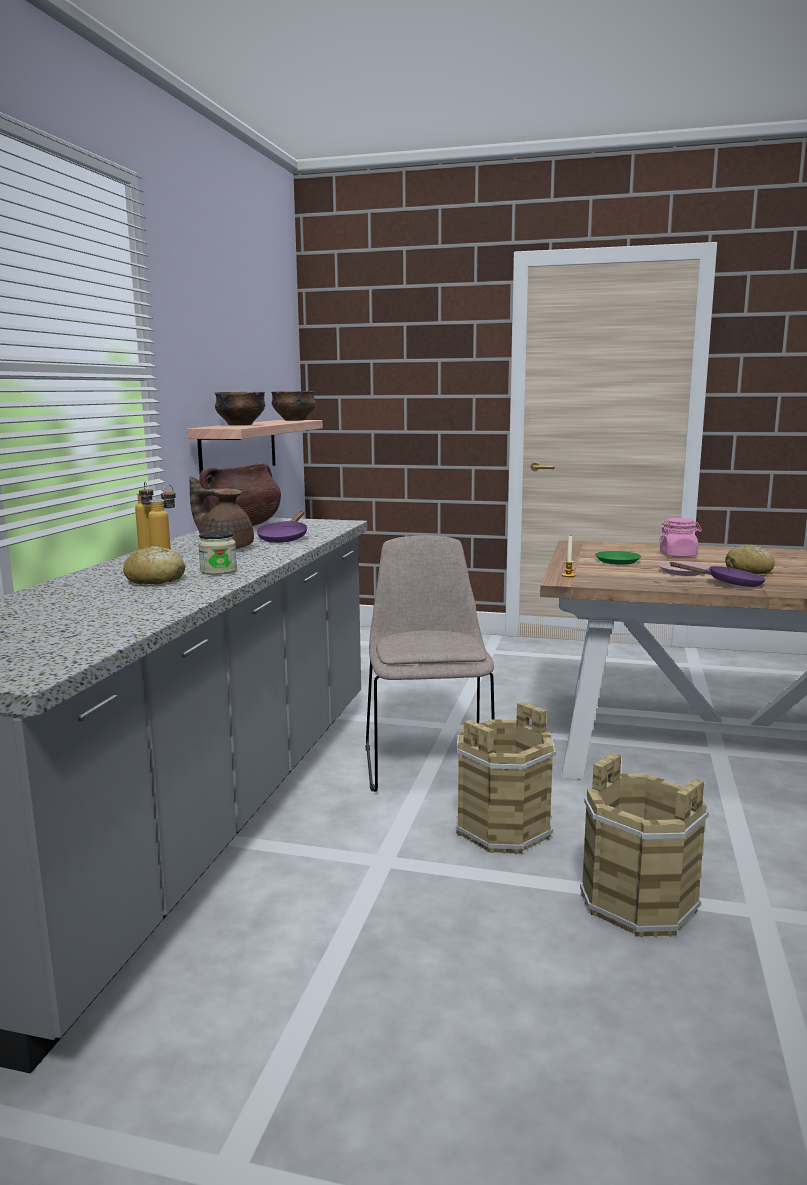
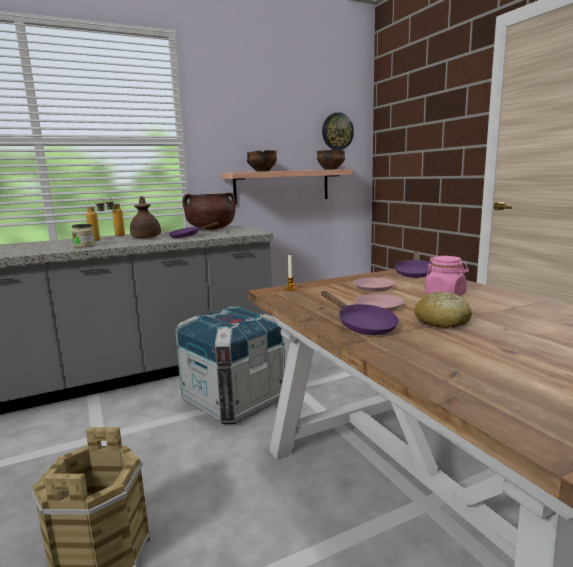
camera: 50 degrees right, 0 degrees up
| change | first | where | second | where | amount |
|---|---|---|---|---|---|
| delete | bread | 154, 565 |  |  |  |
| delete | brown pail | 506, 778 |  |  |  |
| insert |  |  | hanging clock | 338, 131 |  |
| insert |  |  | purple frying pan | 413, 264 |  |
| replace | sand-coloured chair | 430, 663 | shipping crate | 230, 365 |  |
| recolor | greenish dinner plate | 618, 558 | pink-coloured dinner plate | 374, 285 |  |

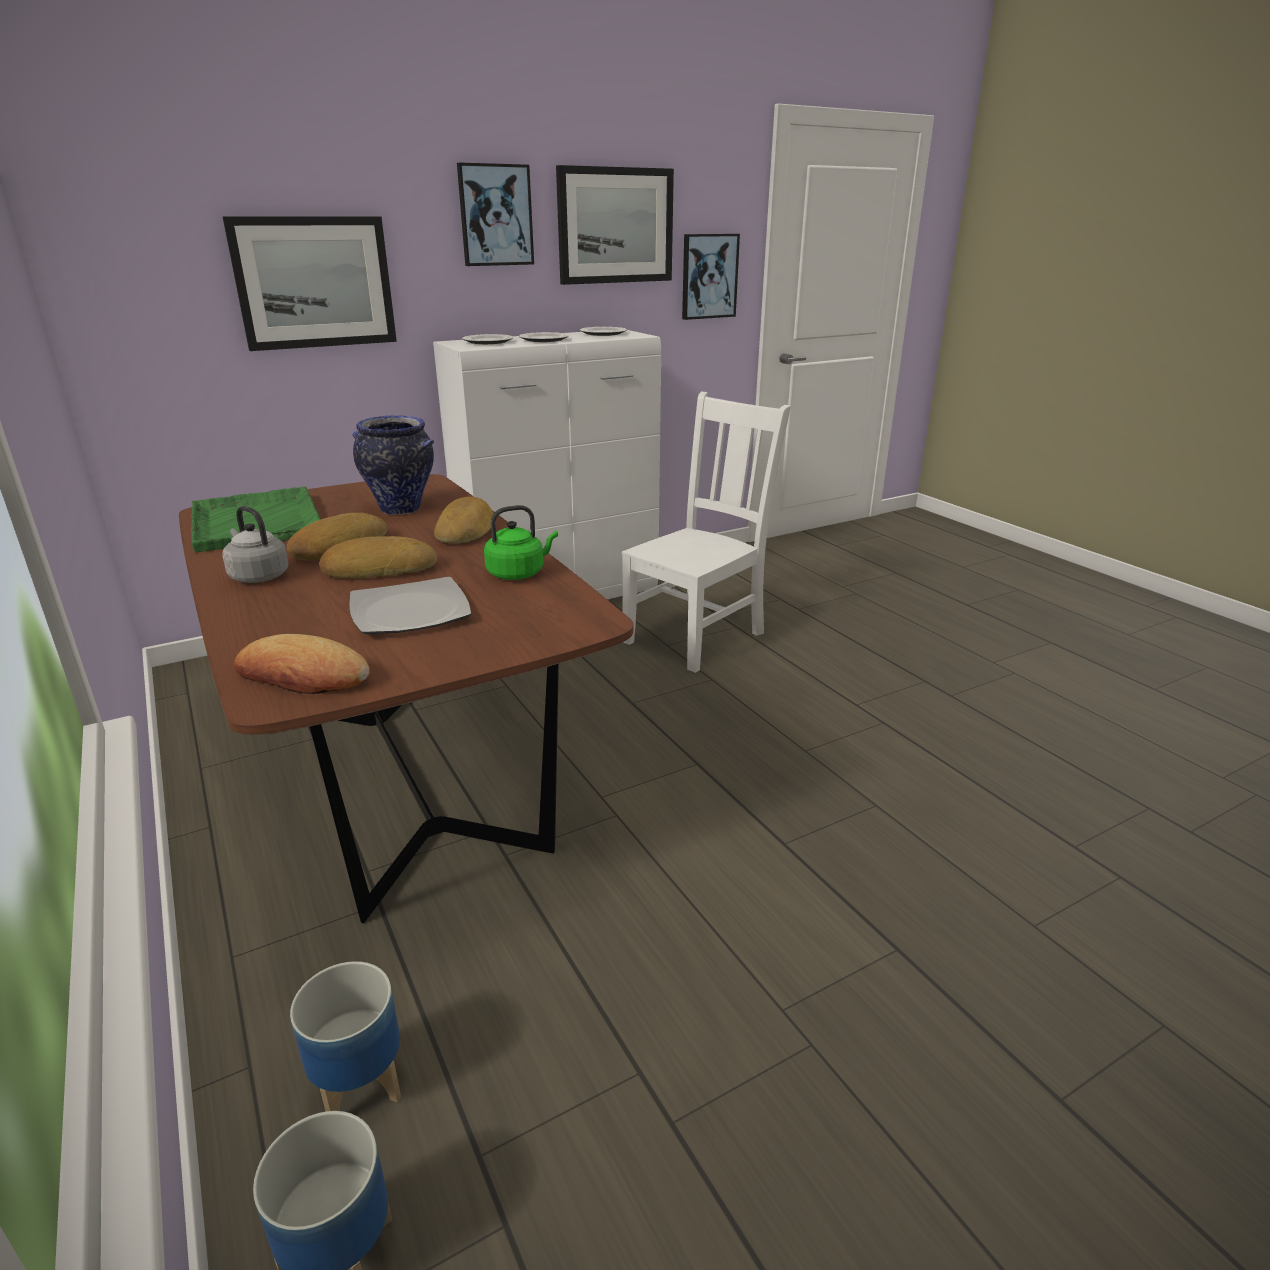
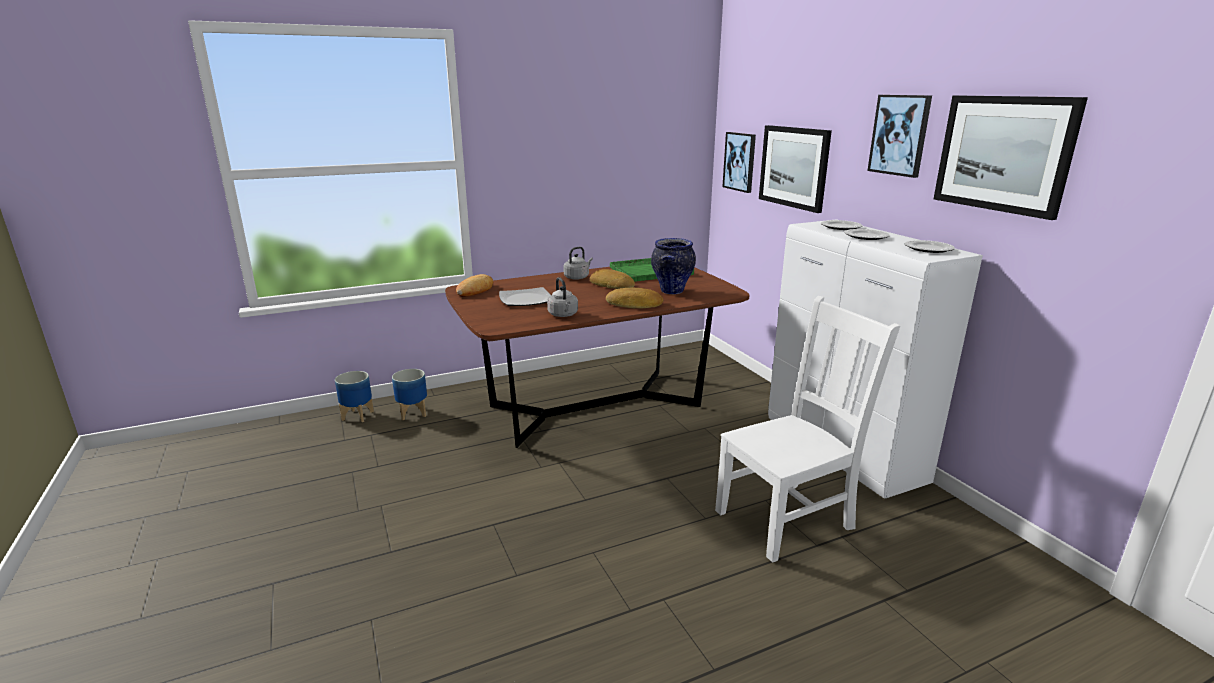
camera: 95 degrees right, 5 degrees down
| change | first | where | second | where | amount |
|---|---|---|---|---|---|
| delete | bread | 378, 557 |  |  |  |
| move | picture | 711, 277 |  | 739, 162 |  |
| recolor | greenish kettle | 521, 542 | grey kettle | 562, 297 |  |
| rotate | whitish chair | 706, 532 |  | 807, 429 | 75 degrees counterclockwise |

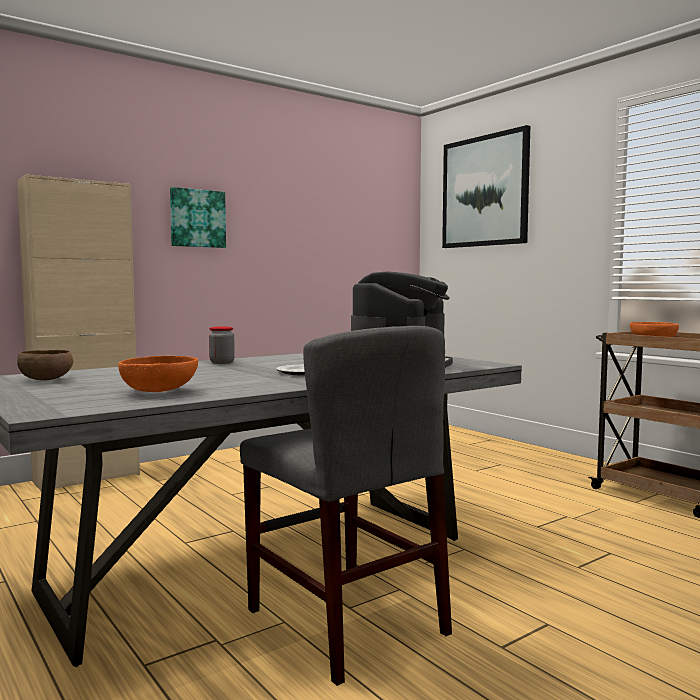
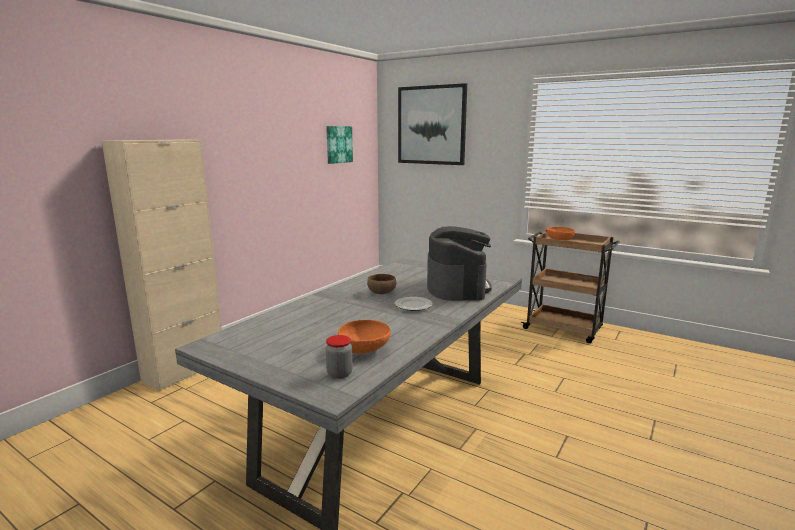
camera: 20 degrees left, 10 degrees up
| change | first | where | second | where | amount |
|---|---|---|---|---|---|
| delete | grey chair | 346, 506 |  |  |  |
| move | brown serving bowl | 45, 365 |  | 381, 284 |  |
| move | picture | 198, 217 |  | 339, 145 |  |
| move | jar | 222, 345 |  | 339, 357 |  |

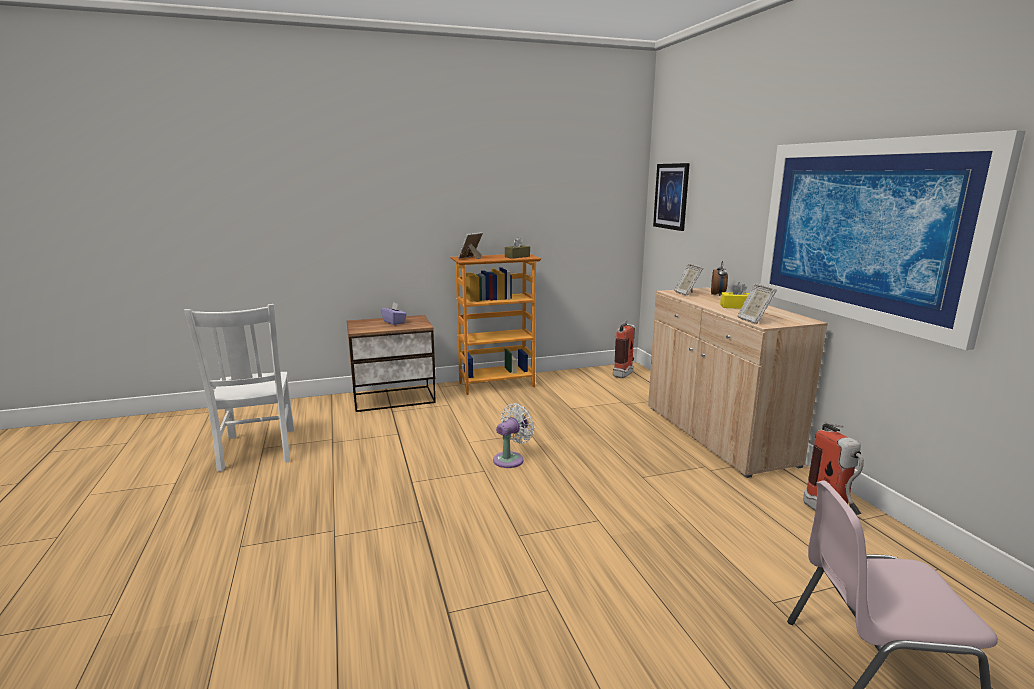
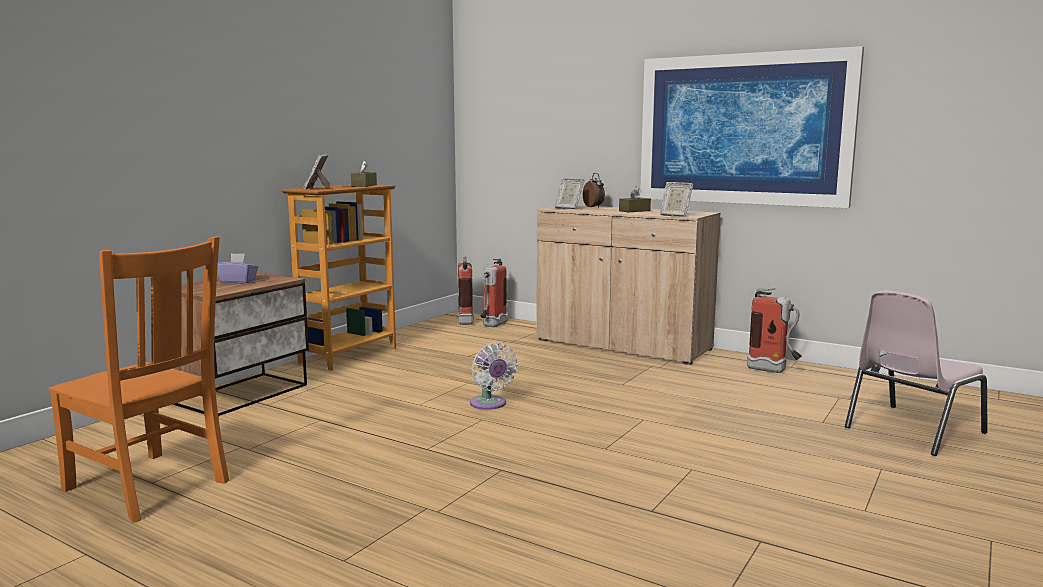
camera: 40 degrees left, 5 degrees down
| change | first | where | second | where | amount |
|---|---|---|---|---|---|
| delete | picture | 671, 197 |  |  |  |
| insert |  |  | fire extinguisher | 494, 292 |  |
| recolor | whitish chair | 239, 388 | orange-coloured chair | 138, 379 |  |
| recolor | yellow tissue holder | 734, 295 | brown tissue holder | 635, 199 |  |
| rotate | whitish electric fan | 514, 435 |  | 494, 376 | 150 degrees clockwise |

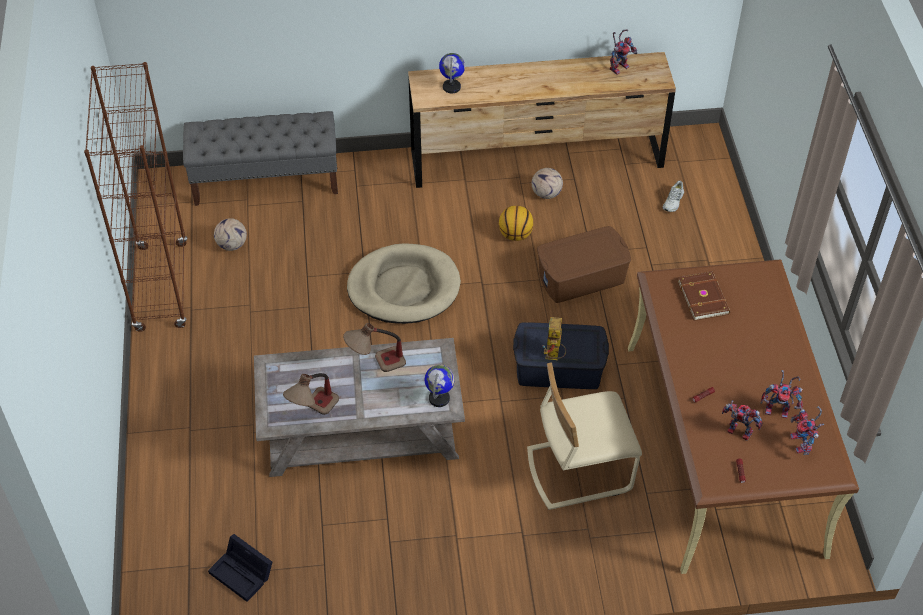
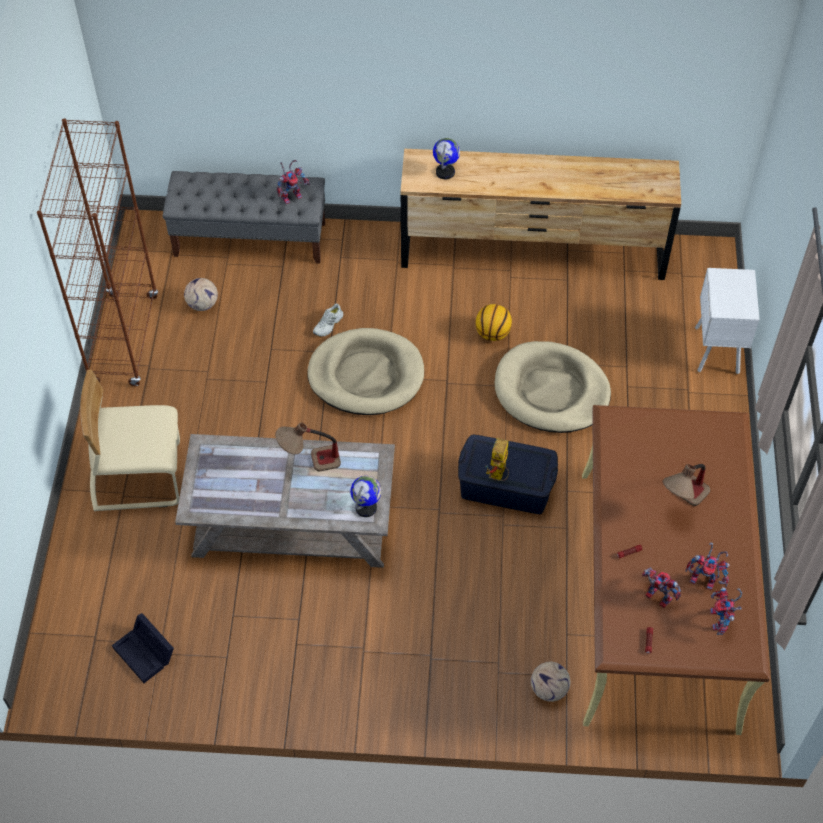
camera: 10 degrees right, 5 degrees up
| change | first | where | second | where | amount |
|---|---|---|---|---|---|
| delete | brown book | 704, 296 |  |  |  |
| insert |  |  | whitish nightstand | 727, 321 |  |
| move | lamp for a table | 311, 394 |  | 686, 485 |  |
| move | sand-coloured chair | 584, 436 |  | 130, 440 |  |
| move | football ball | 547, 183 |  | 550, 682 |  |
| move | model robot | 623, 52 |  | 293, 182 |  |
| move | whitish shoe | 673, 196 |  | 328, 320 |  |
| replace | brown storage box | 584, 264 | sand-coloured dog cushion | 553, 387 |  |

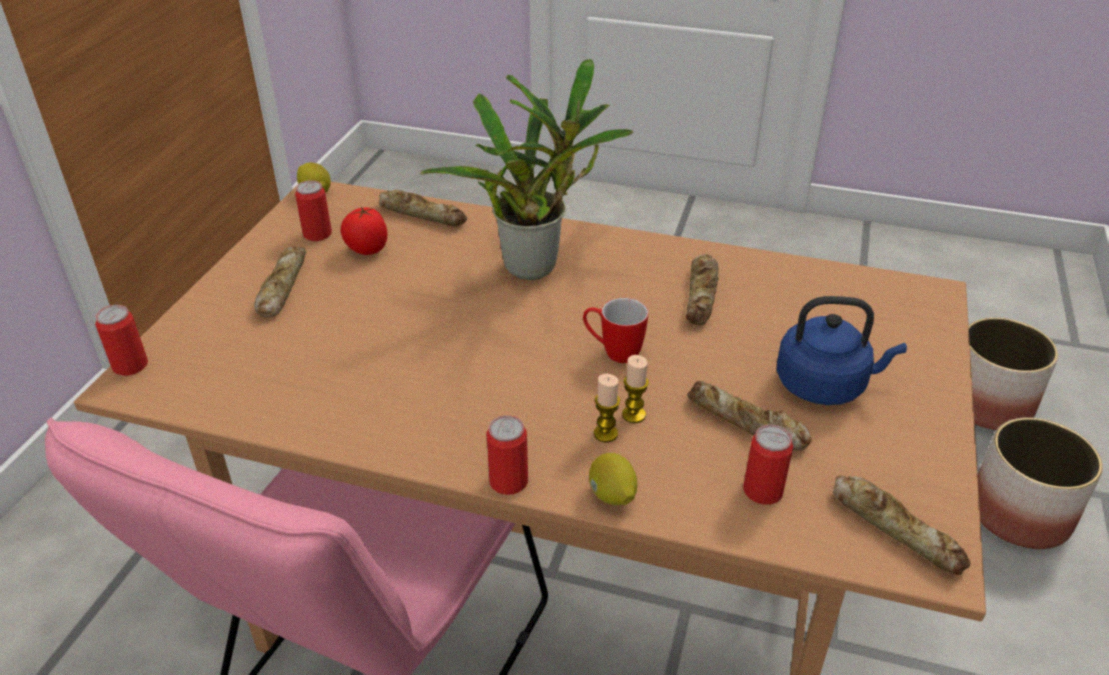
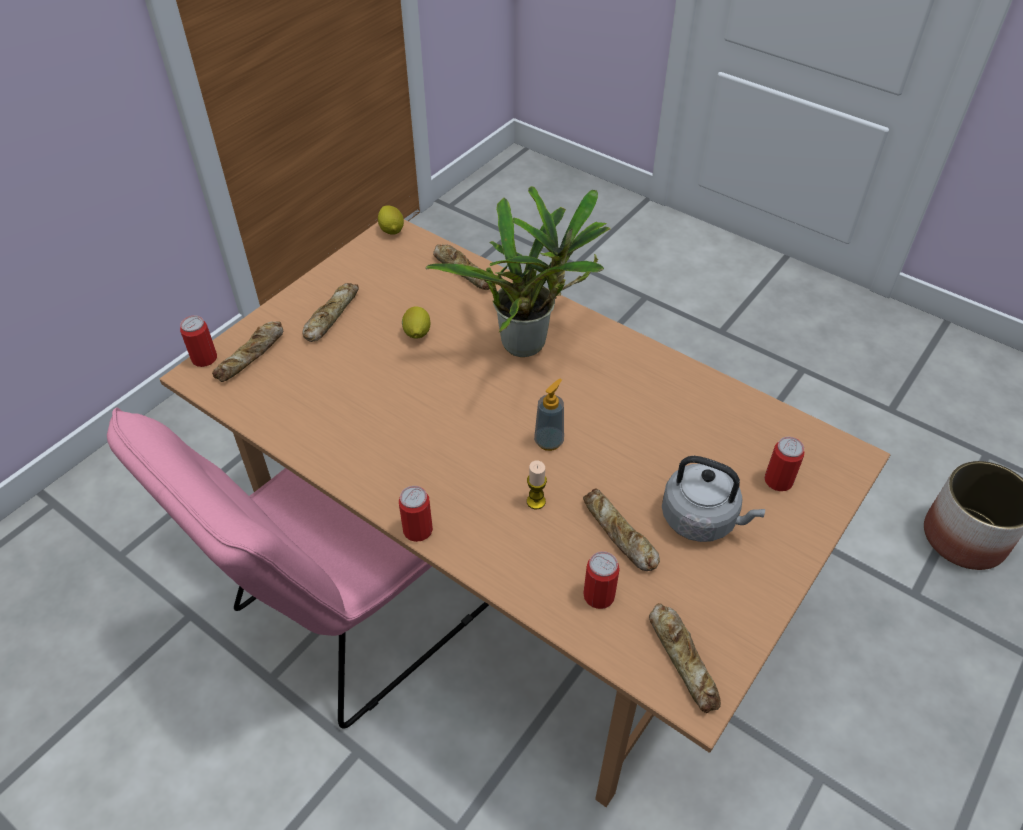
camera: 20 degrees right, 10 degrees up
| change | first | where | second | where | amount |
|---|---|---|---|---|---|
| delete | tomato | 364, 231 |  |  |  |
| delete | wax light | 607, 408 |  |  |  |
| delete | planter | 1040, 483 |  |  |  |
| move | sealed can | 313, 210 |  | 784, 464 |  |
| move | citrus fruit | 613, 479 |  | 416, 322 |  |
| move | bread | 702, 289 |  | 247, 351 |  |
| replace | mug | 615, 330 | soap bottle | 549, 415 |  |
| recolor | blue kettle | 841, 350 | grey kettle | 713, 499 |  |

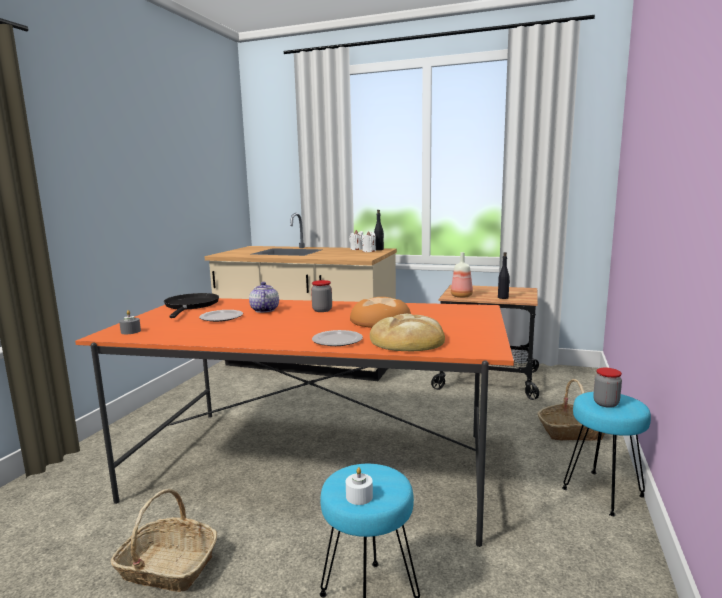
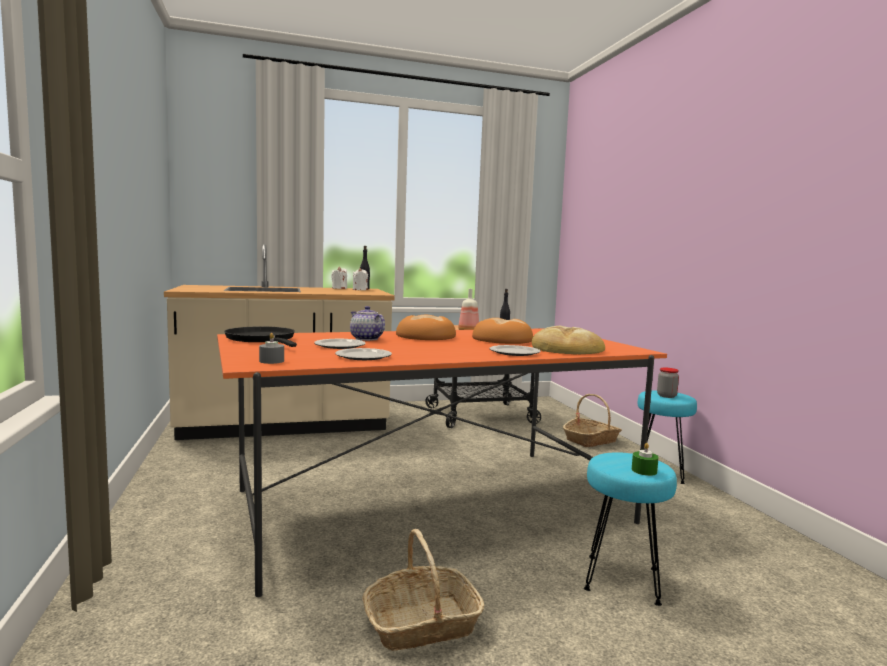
camera: 35 degrees left, 5 degrees down
| change | first | where | second | where | amount |
|---|---|---|---|---|---|
| insert |  |  | dinner plate | 363, 354 |  |
| replace | jar | 321, 296 | bread | 426, 327 |  |
| recolor | whitish wax light | 359, 486 | greenish wax light | 645, 459 |  |

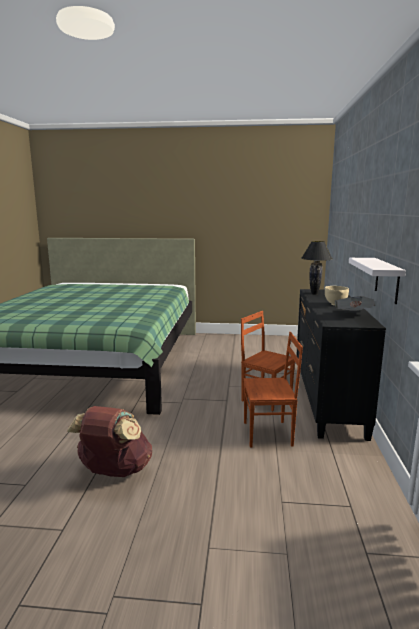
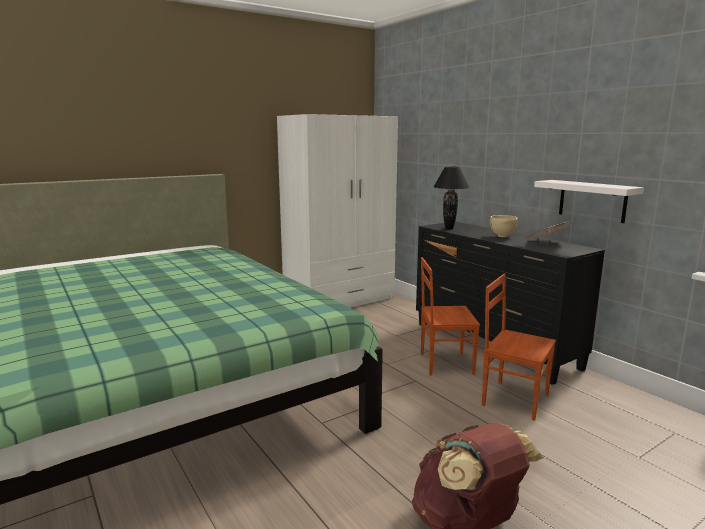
camera: 40 degrees left, 0 degrees up
| change | first | where | second | where | amount |
|---|---|---|---|---|---|
| insert |  |  | whitish clothes cupboard | 337, 211 |  |
| rotate | brown chair | 273, 389 |  | 519, 347 | 105 degrees counterclockwise |

